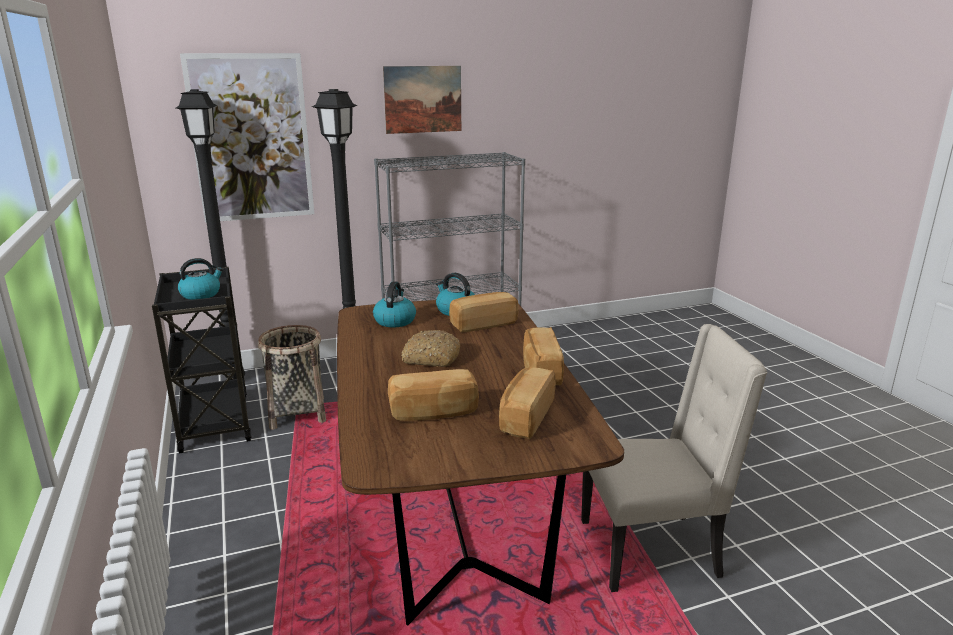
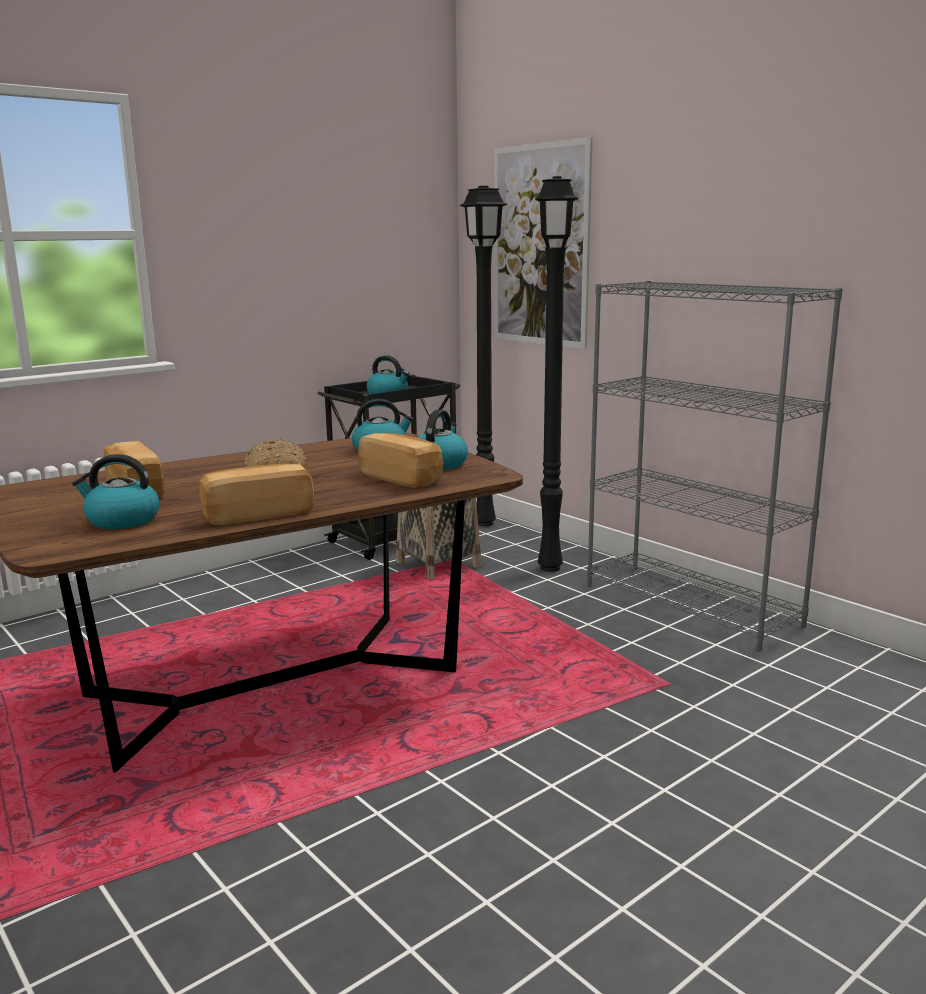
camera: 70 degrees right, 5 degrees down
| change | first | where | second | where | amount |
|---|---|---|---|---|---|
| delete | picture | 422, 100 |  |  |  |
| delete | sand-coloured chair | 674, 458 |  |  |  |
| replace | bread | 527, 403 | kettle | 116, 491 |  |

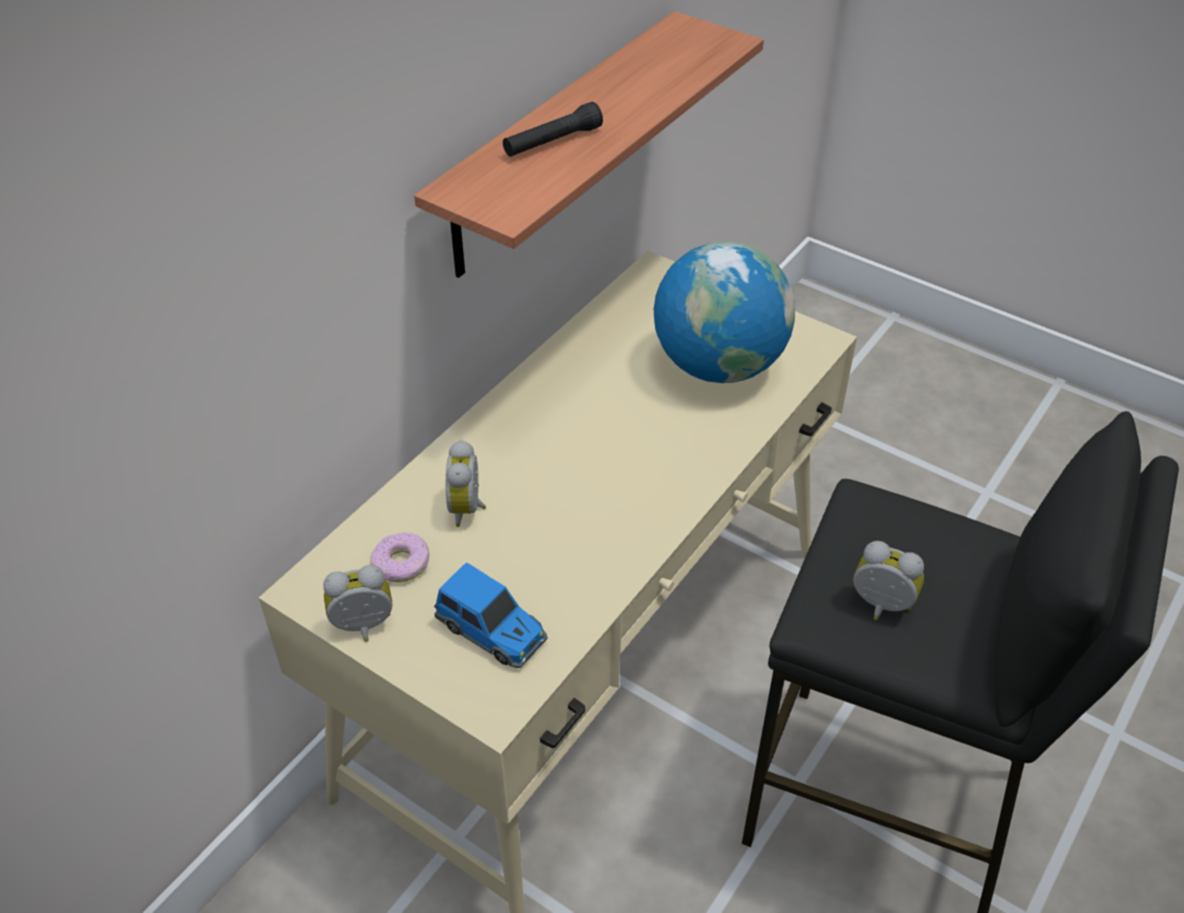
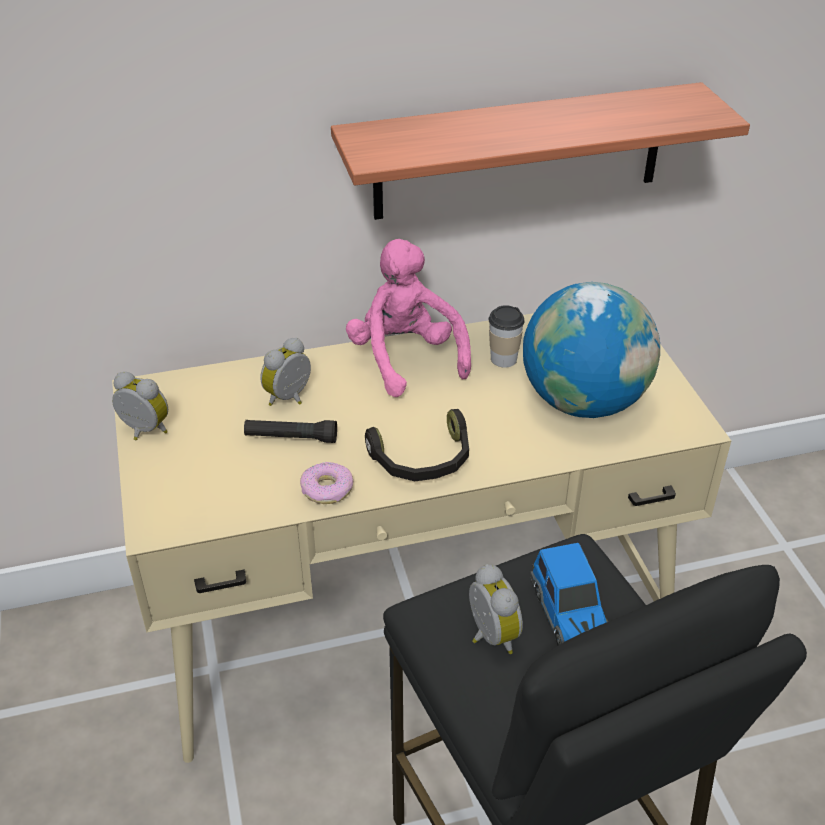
camera: 40 degrees right, 5 degrees down
| change | first | where | second | where | amount |
|---|---|---|---|---|---|
| insert |  |  | pink-coloured plush toy | 408, 318 |  |
| insert |  |  | blackish headphones | 417, 445 |  |
| insert |  |  | small cup | 507, 336 |  |
| move | donut | 399, 557 |  | 326, 483 |  |
| move | model car | 491, 615 |  | 569, 594 |  |
| move | blackish torch | 553, 129 |  | 290, 431 |  |

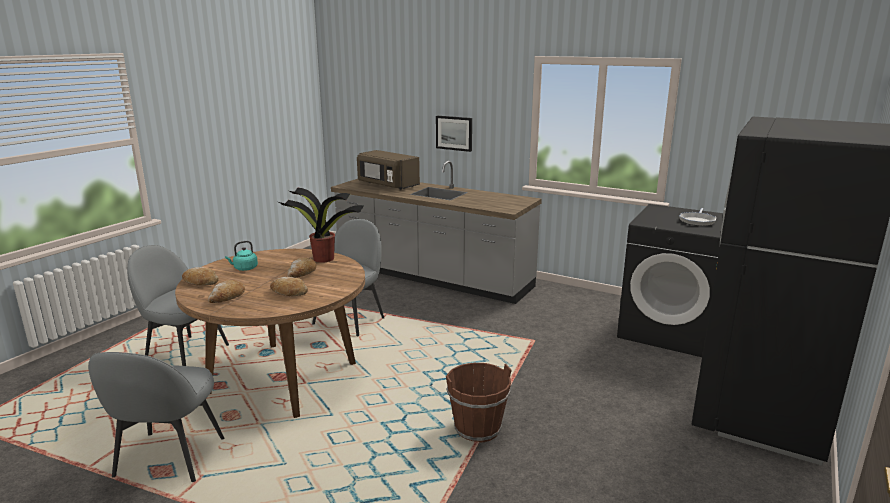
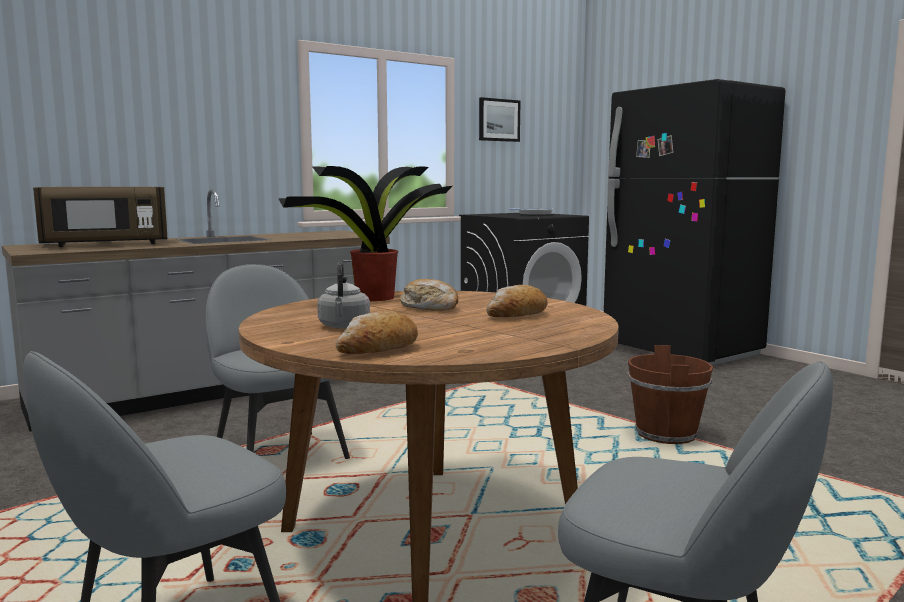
camera: 65 degrees left, 10 degrees down
| change | first | where | second | where | amount |
|---|---|---|---|---|---|
| delete | bread | 226, 291 |  |  |  |
| move | picture | 454, 134 |  | 499, 119 |  |
| recolor | blue-green kettle | 241, 256 | grey kettle | 343, 295 |  |

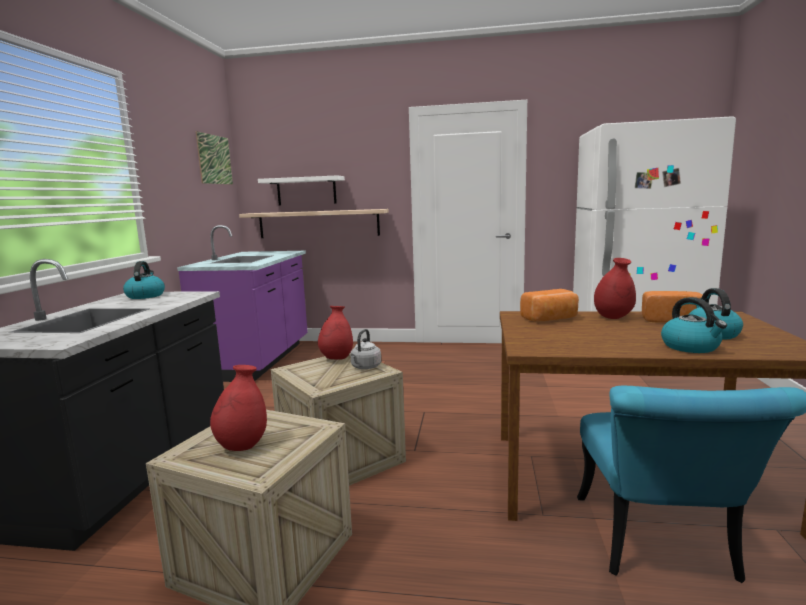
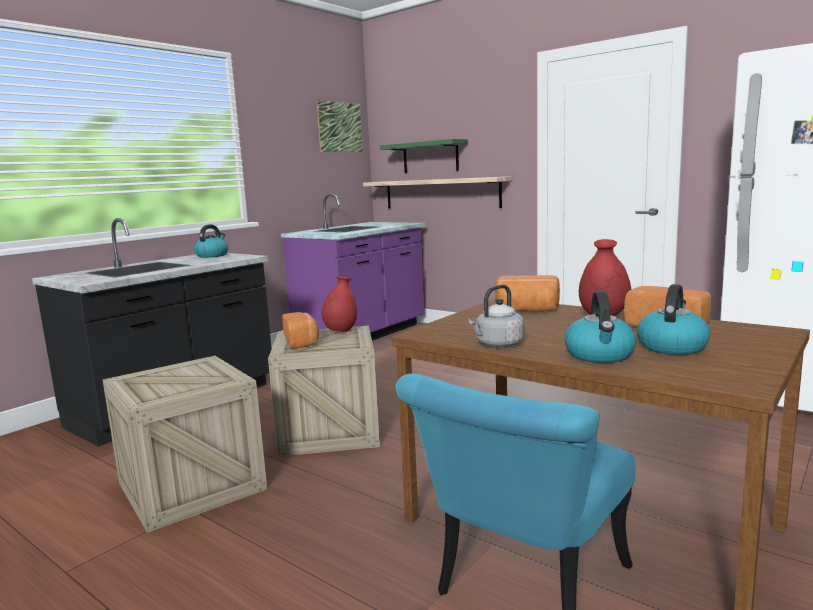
camera: 30 degrees right, 0 degrees up
| change | first | where | second | where | amount |
|---|---|---|---|---|---|
| delete | reddish vase | 238, 408 |  |  |  |
| insert |  |  | bread | 300, 330 |  |
| move | grey kettle | 365, 349 |  | 496, 316 |  |
| recolor | whitish wall shelf | 301, 190 | greenish wall shelf | 423, 156 |  |

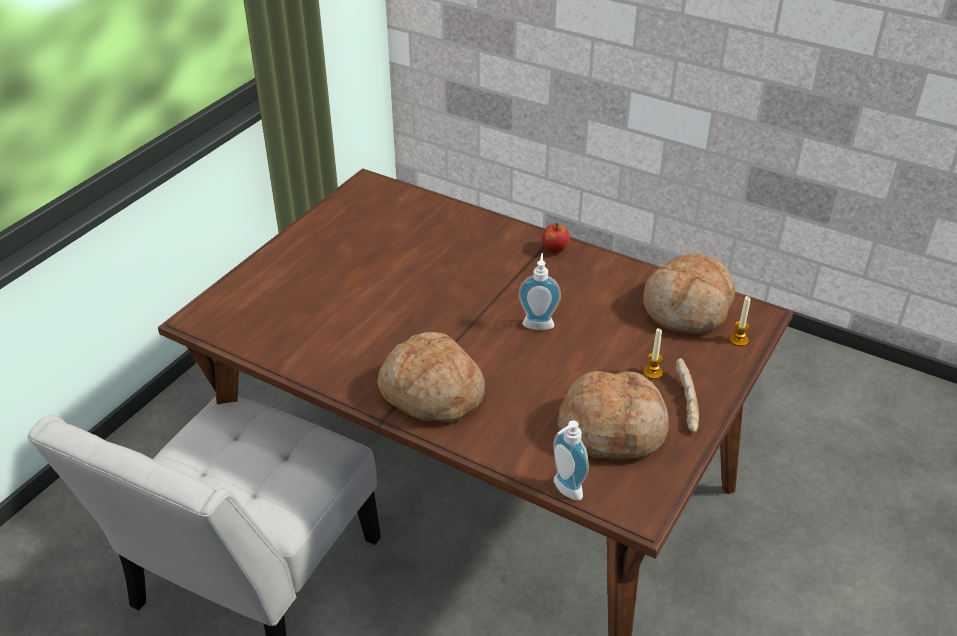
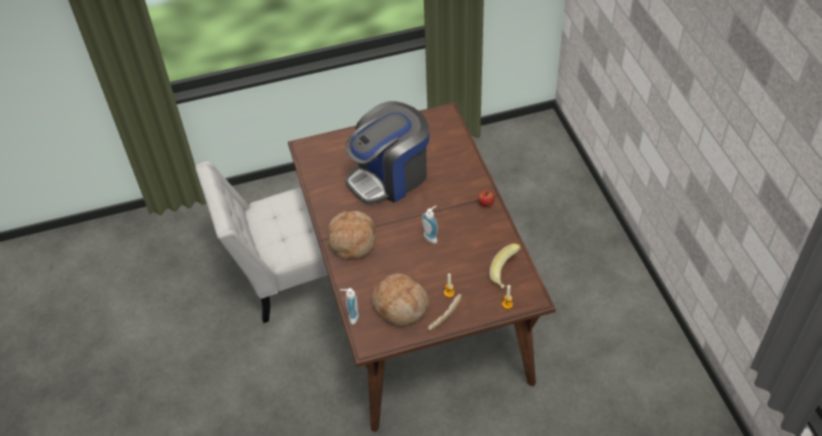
camera: 45 degrees right, 10 degrees up
| change | first | where | second | where | amount |
|---|---|---|---|---|---|
| insert |  |  | coffee maker | 387, 152 |  |
| replace | bread | 689, 293 | banana | 505, 266 |  |

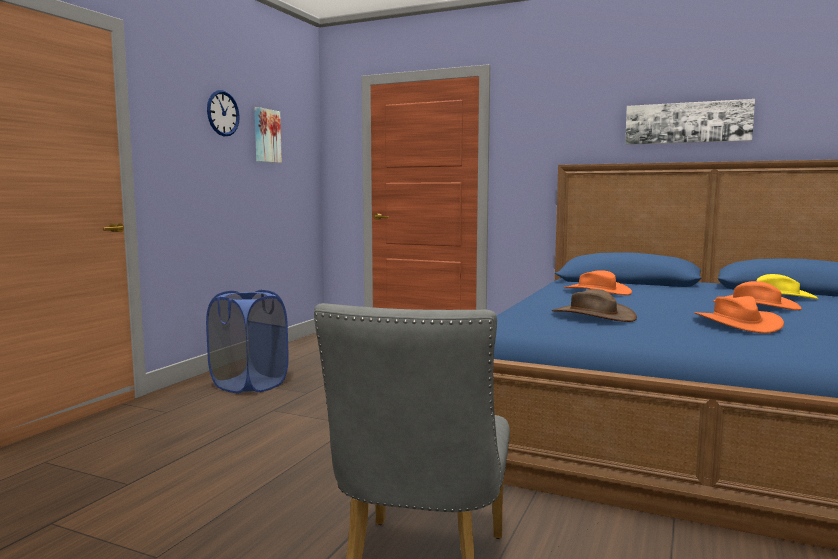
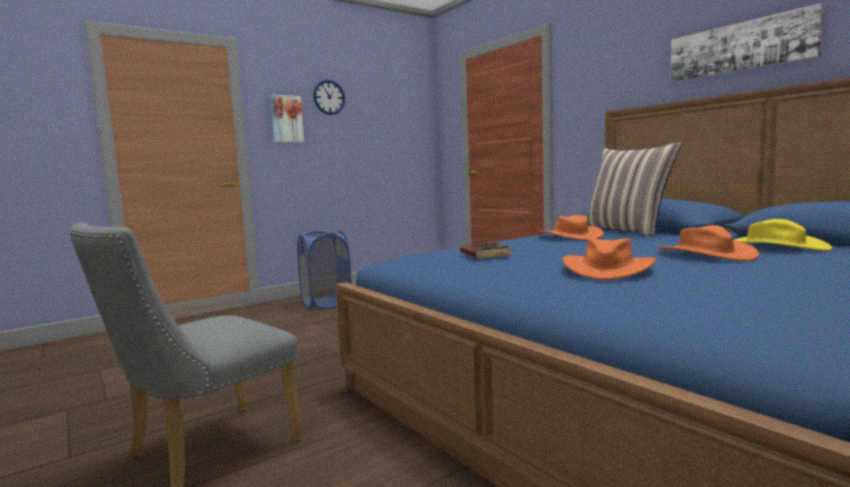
camera: 30 degrees right, 0 degrees up
| change | first | where | second | where | amount |
|---|---|---|---|---|---|
| insert |  |  | pillow | 633, 189 |  |
| move | picture | 268, 135 |  | 287, 118 |  |
| replace | brown wearable hat | 594, 305 | brown book | 486, 250 |  |

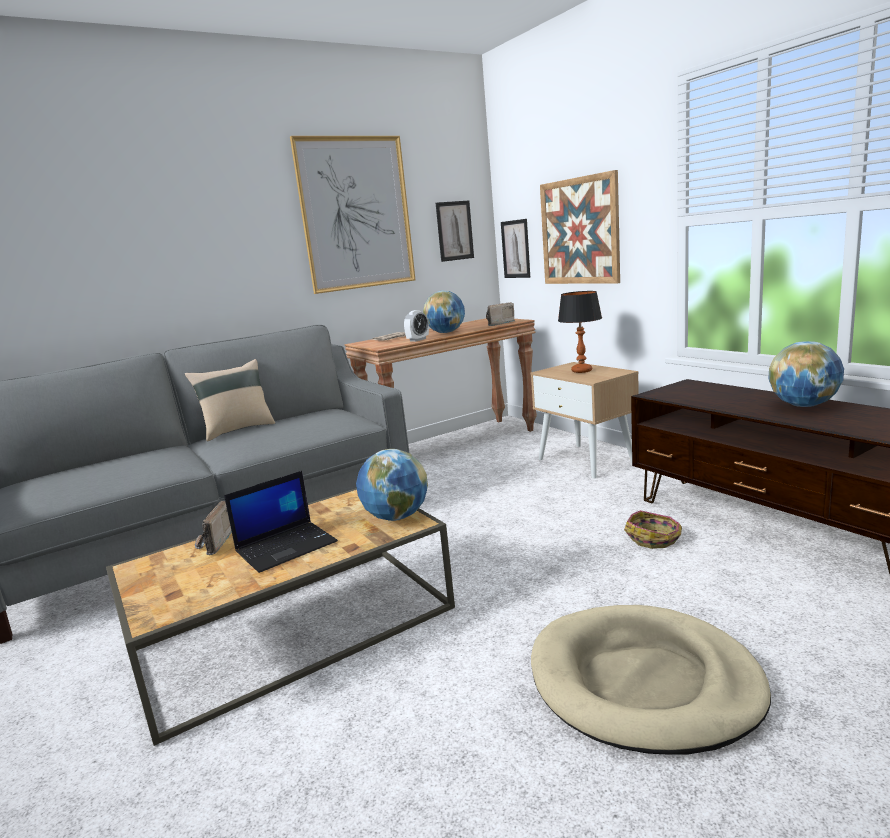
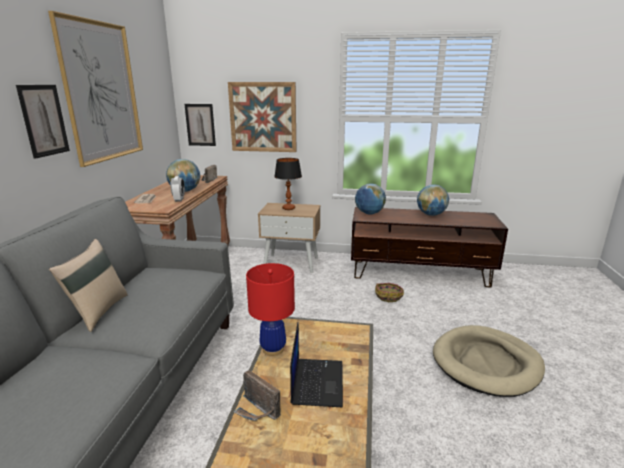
camera: 50 degrees left, 5 degrees up
| change | first | where | second | where | amount |
|---|---|---|---|---|---|
| insert |  |  | reddish lamp for a table | 270, 309 |  |
| move | globe | 392, 485 |  | 370, 199 |  |
| move | picture | 455, 231 |  | 43, 122 |  |

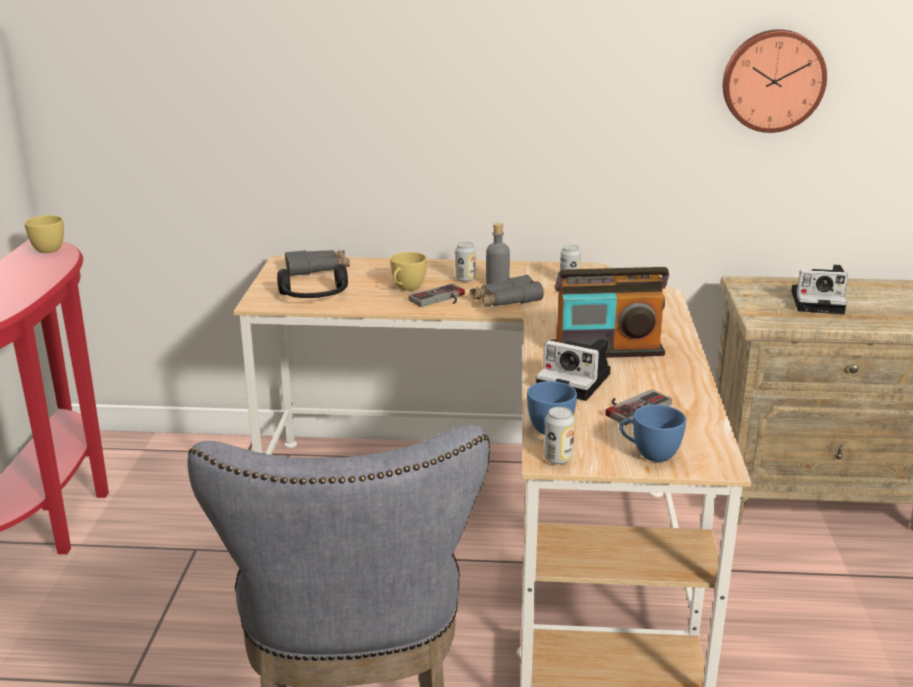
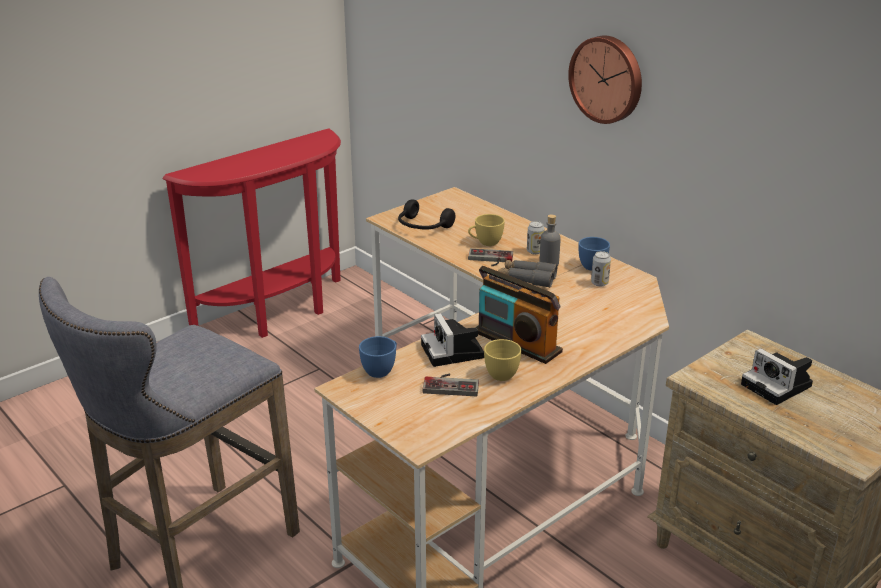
camera: 45 degrees right, 5 degrees up
| change | first | where | second | where | amount |
|---|---|---|---|---|---|
| delete | grey pair of binoculars | 317, 263 |  |  |  |
| delete | sealed can | 559, 435 |  |  |  |
| move | yellow small cup | 44, 234 |  | 502, 360 |  |
| move | blue small cup | 652, 433 |  | 594, 254 |  |
| move | hanging clock | 775, 81 |  | 605, 80 |  |

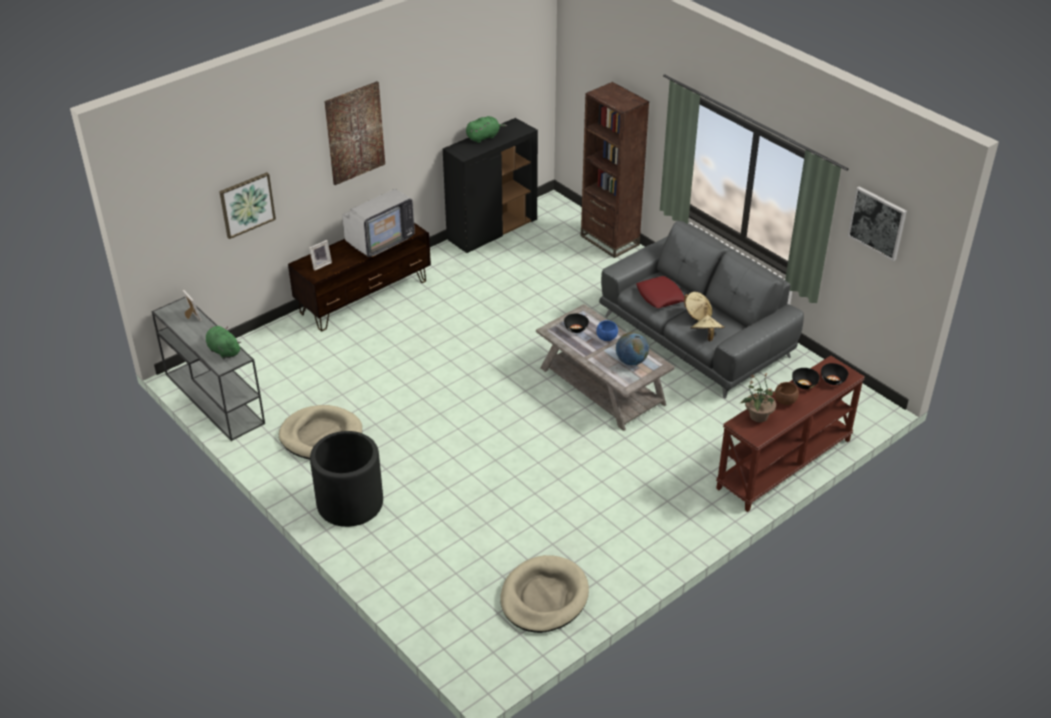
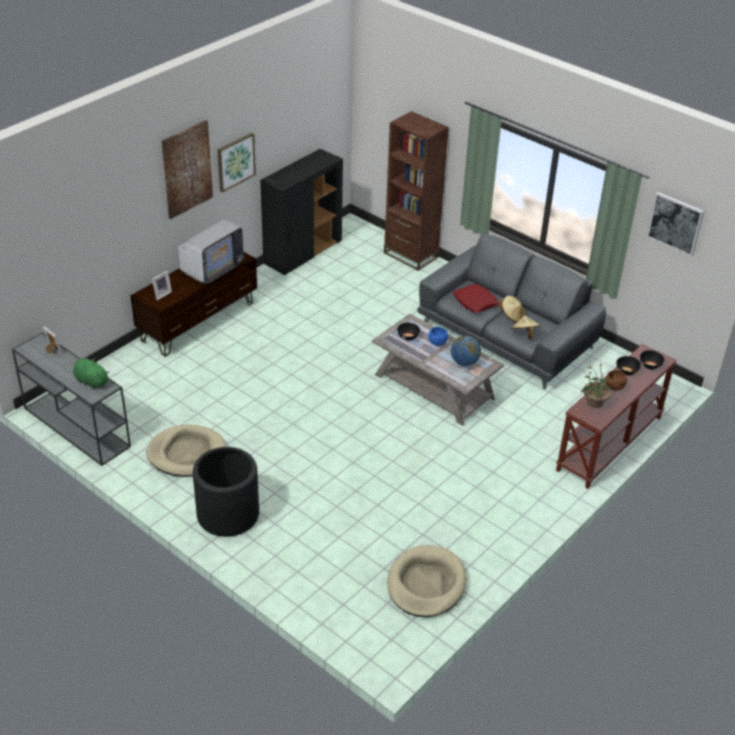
camera: 10 degrees left, 0 degrees up
| change | first | where | second | where | amount |
|---|---|---|---|---|---|
| delete | greenish plush toy | 486, 129 |  |  |  |
| move | picture | 247, 205 |  | 236, 162 |  |

